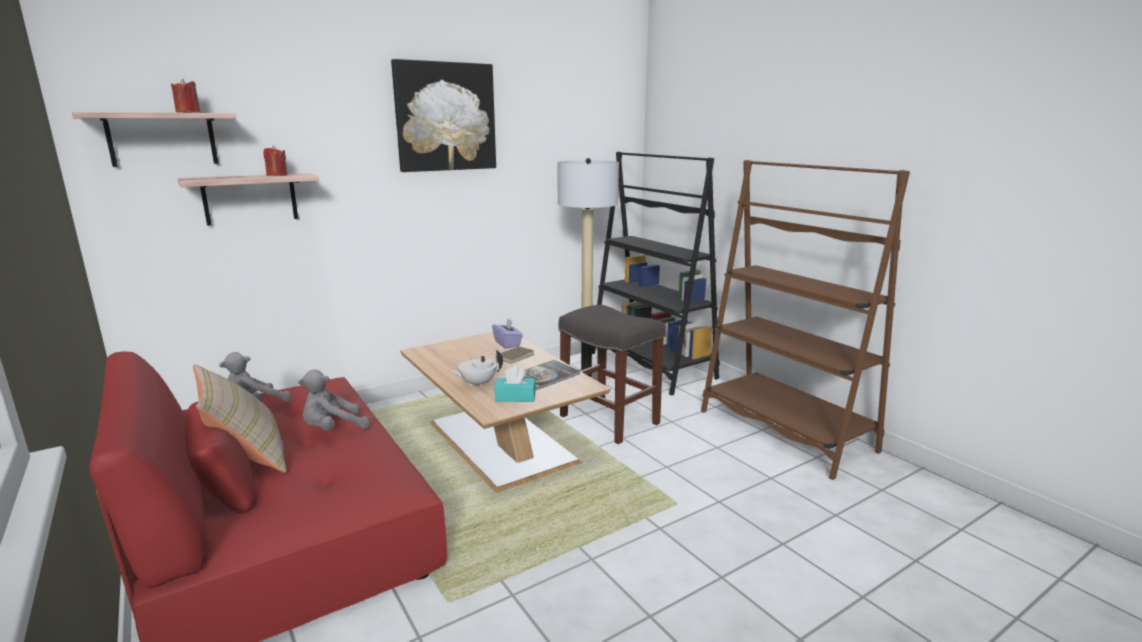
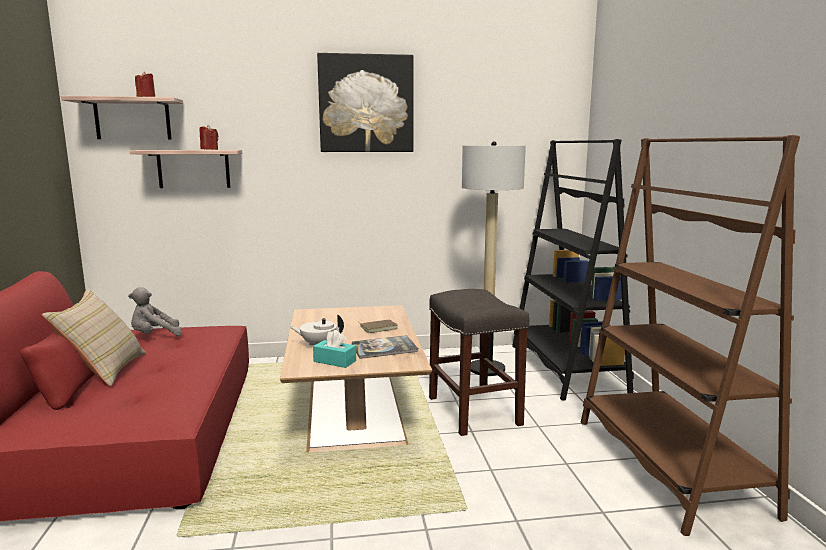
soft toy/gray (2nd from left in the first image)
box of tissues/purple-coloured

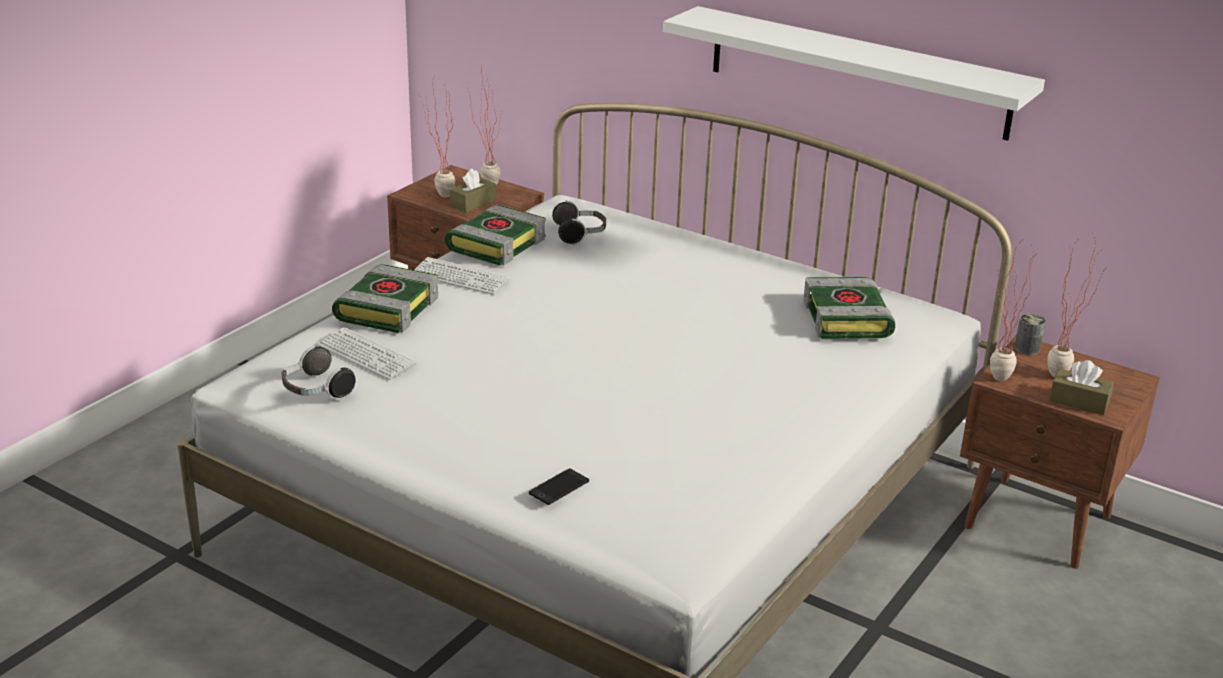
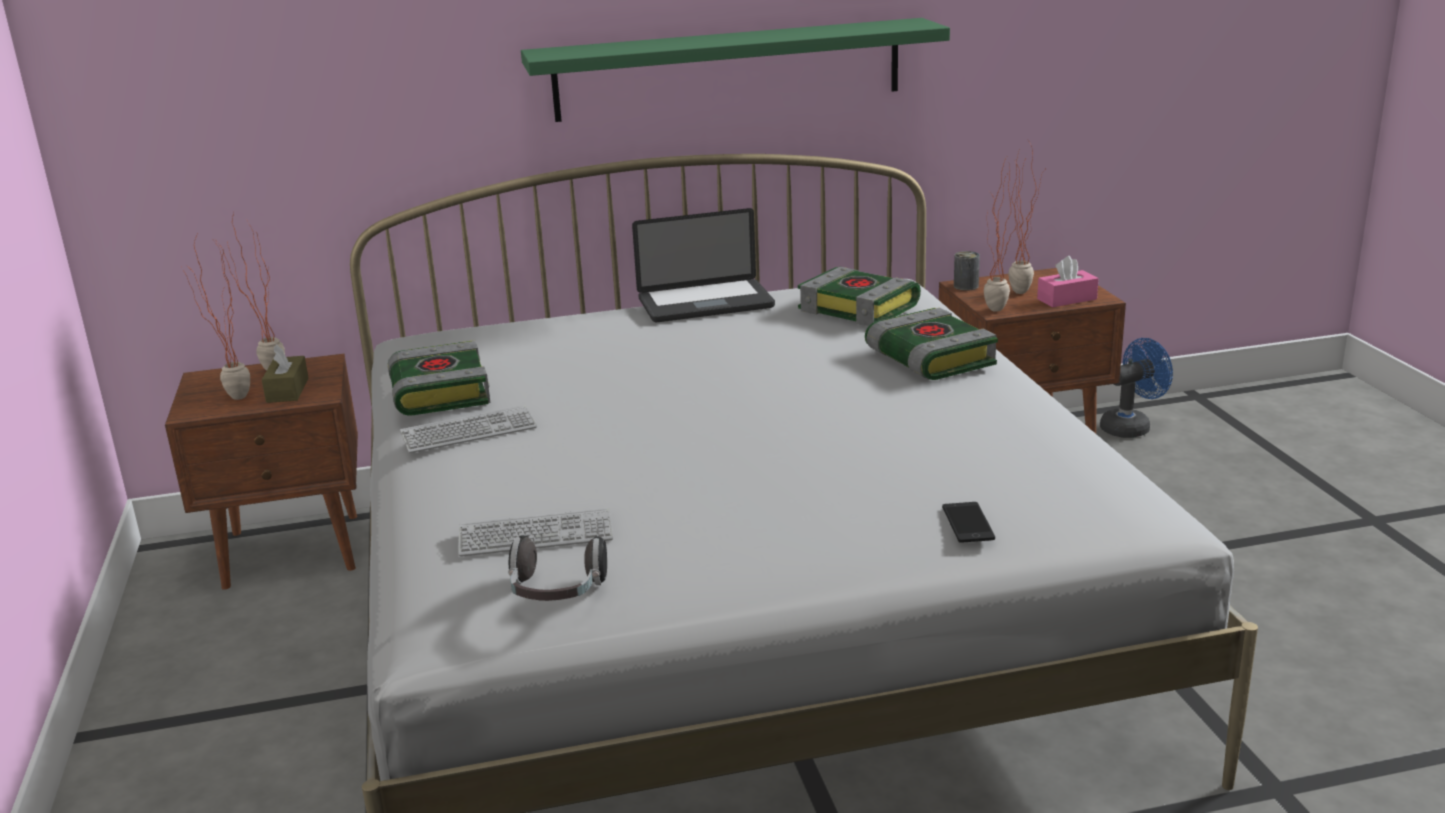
pair of headphones (2nd from left in the first image)
notebook computer
electric fan/blue-coloured
volume (3rd from left)
wall shelf/greenish
box of tissues/pink-coloured

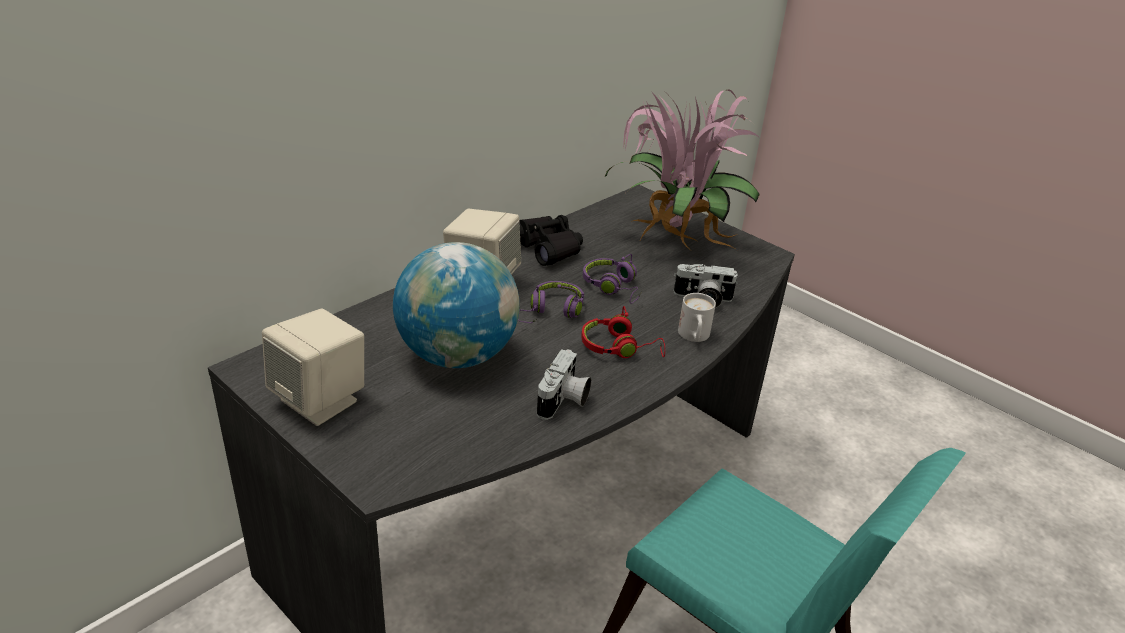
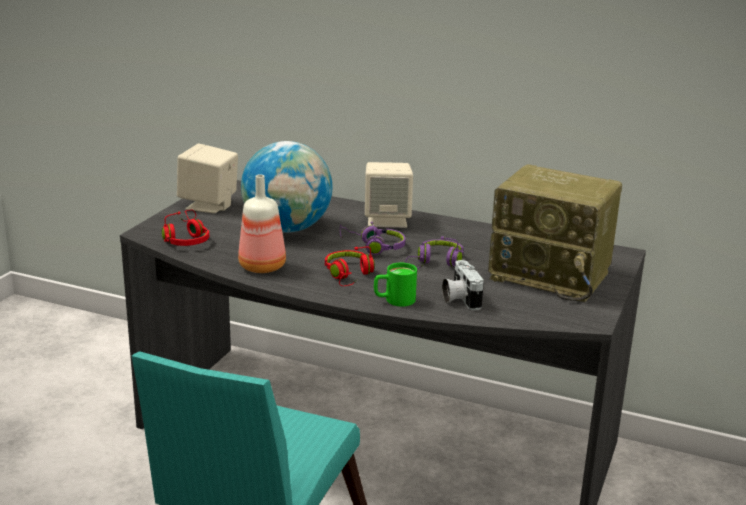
pair of binoculars/black
pair of headphones/reddish (1st from left)
bottle
radio
tea mug/greenish

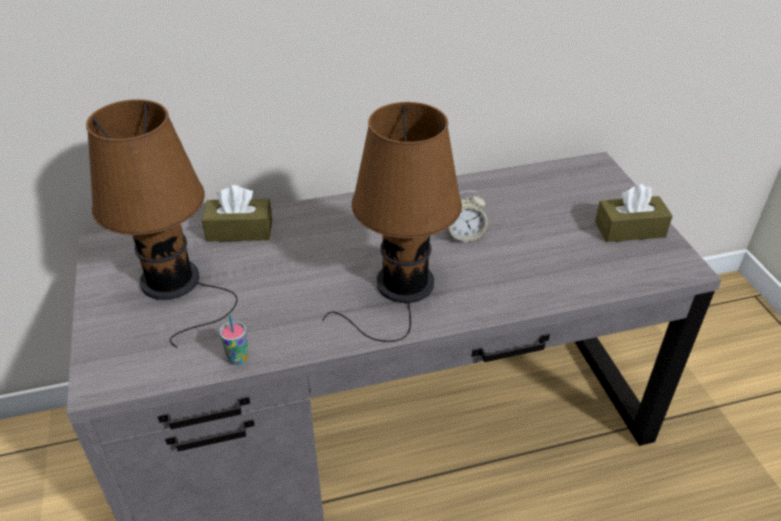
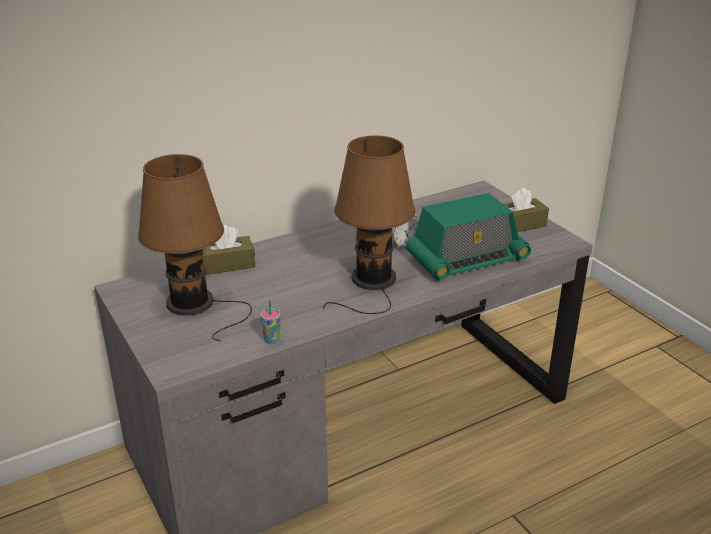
radio

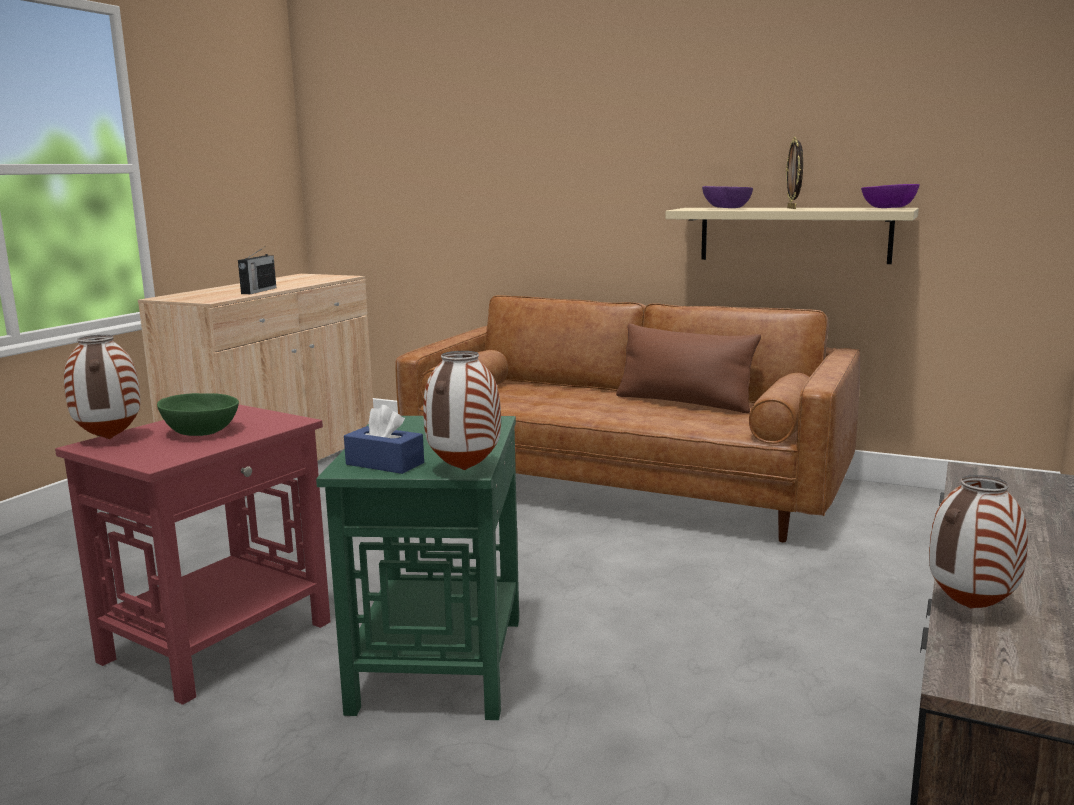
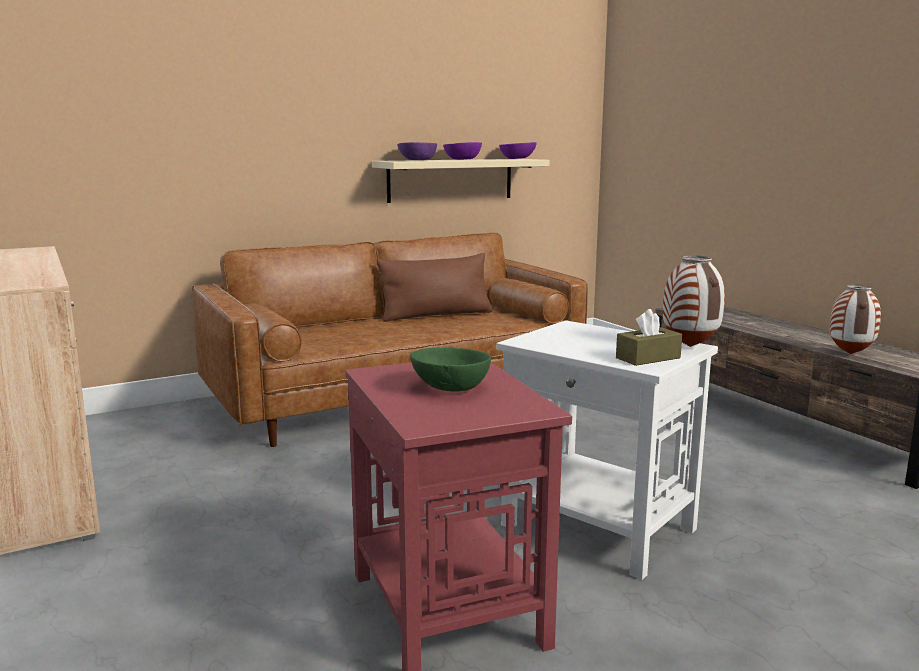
flower vase (1st from left in the first image)
radio
bowl/purple-coloured (2nd from left)
accent table/white-coloured
box of tissues/brown

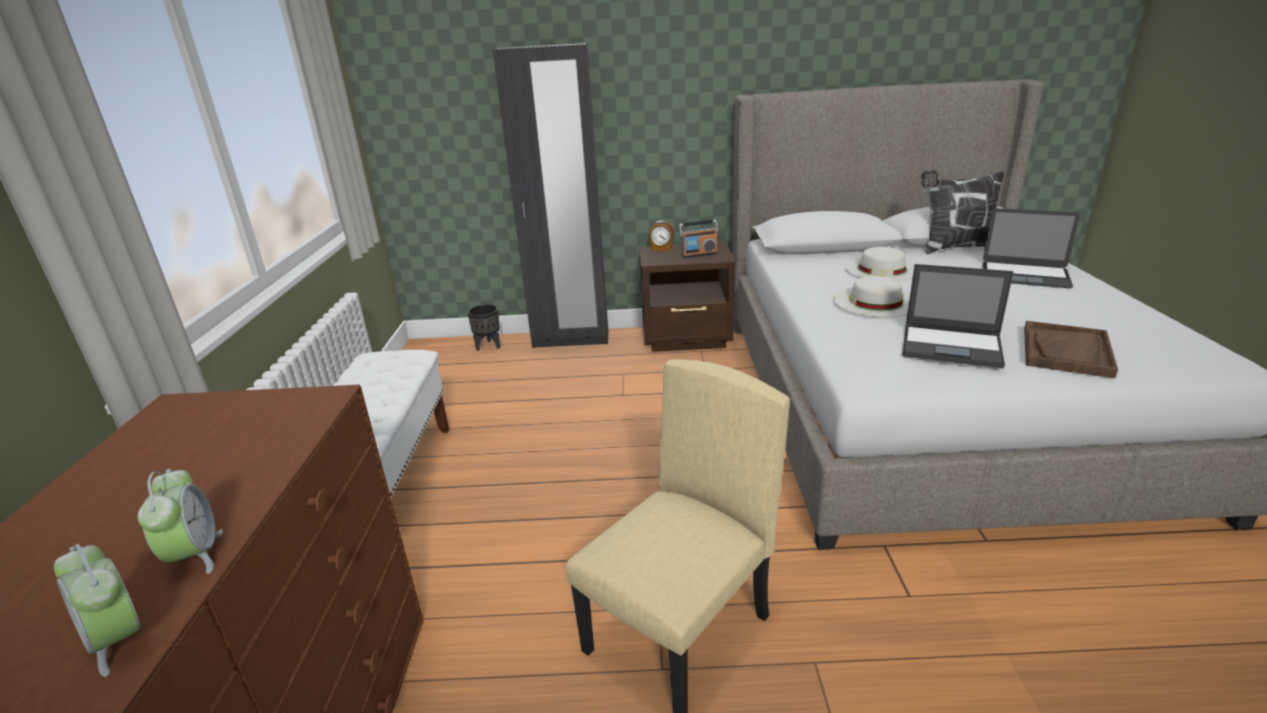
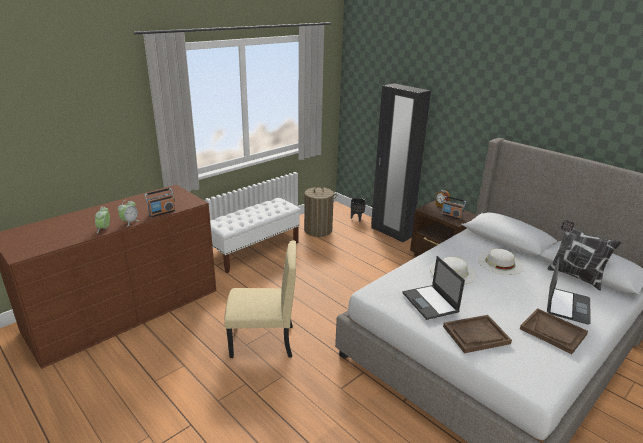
radio (1st from left)
hamper
serving tray/brown (2nd from left)
notebook computer (2nd from left)

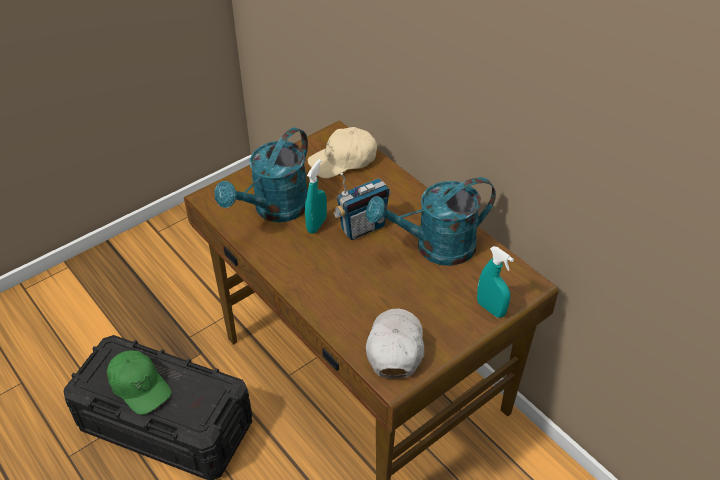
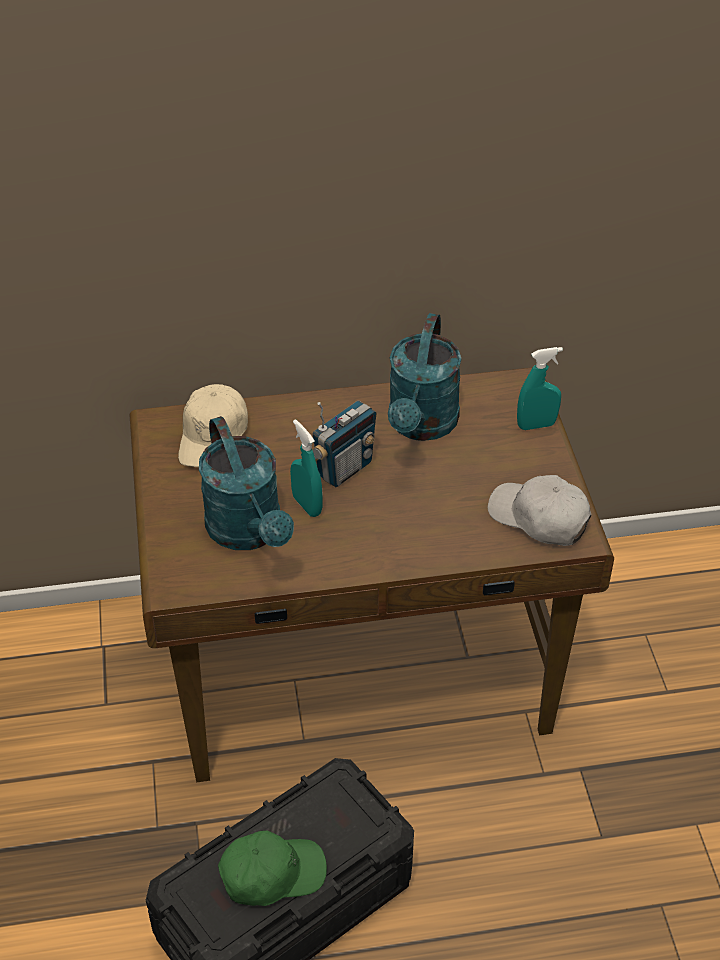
radio

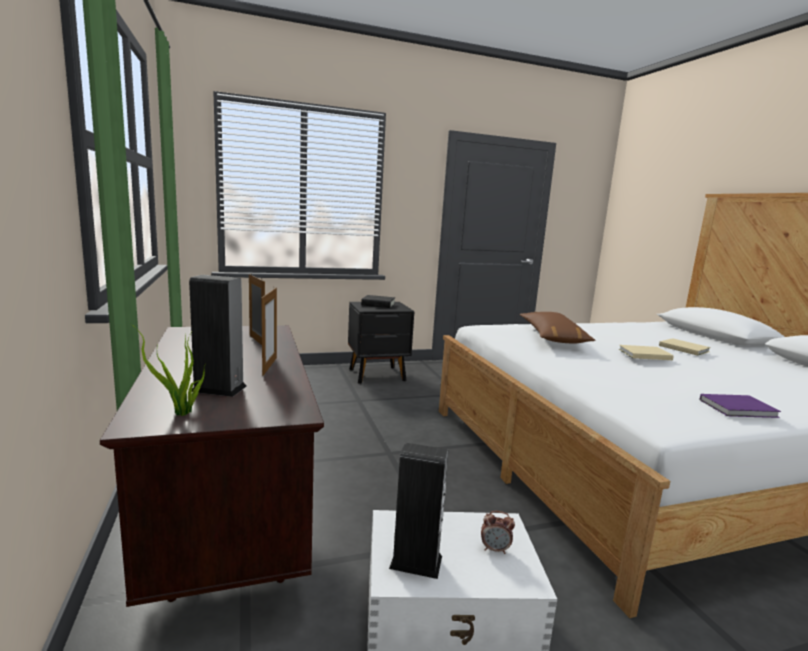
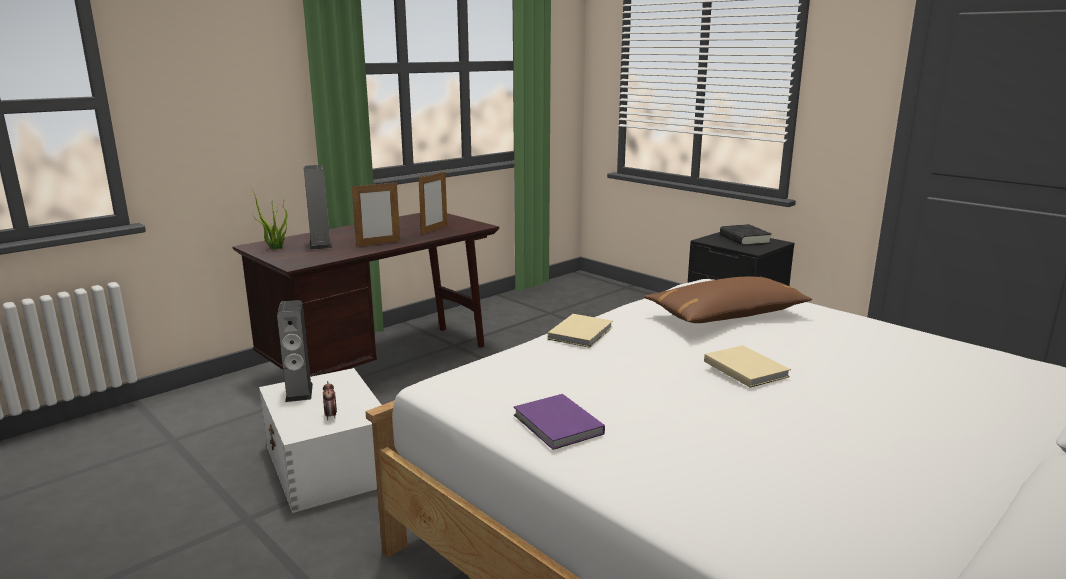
volume/sand-coloured (1st from left)

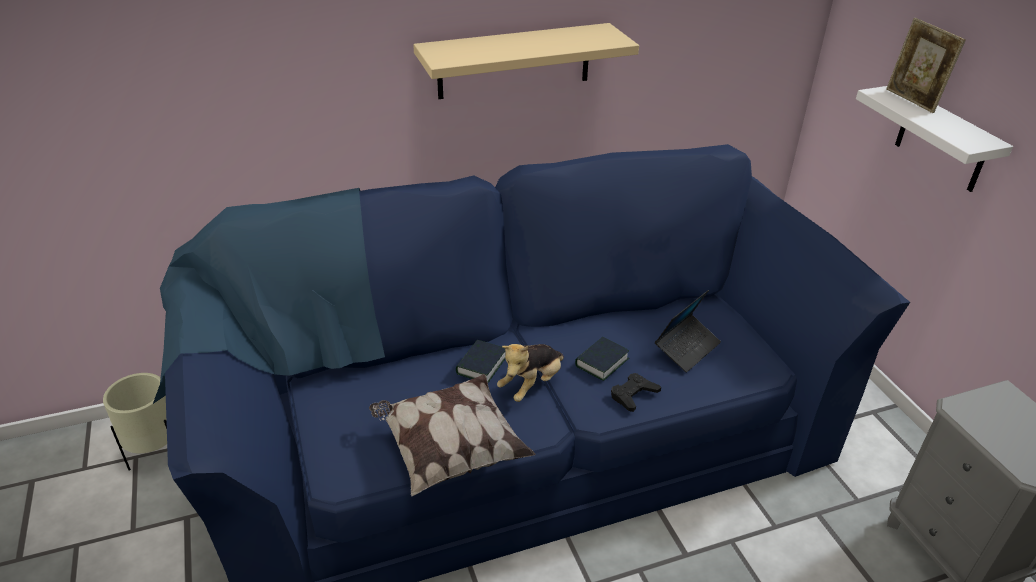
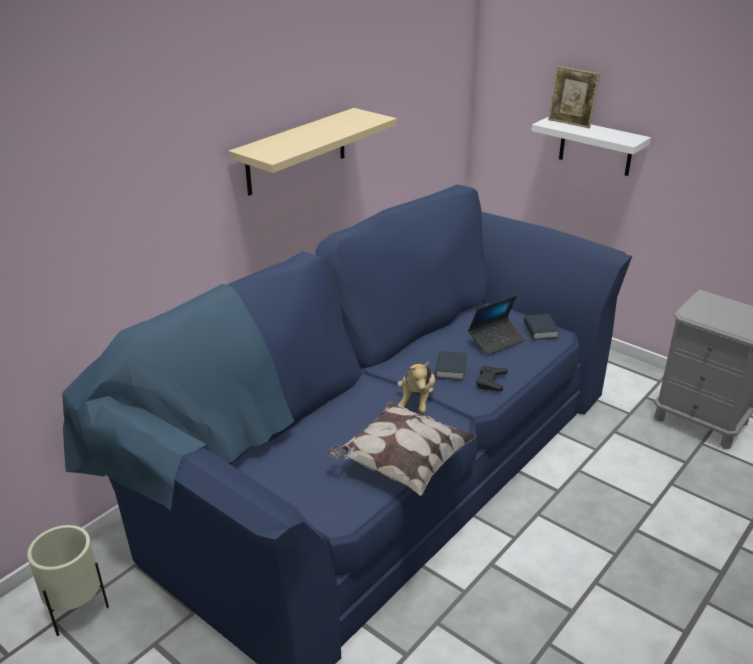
volume (2nd from left)
notebook computer

